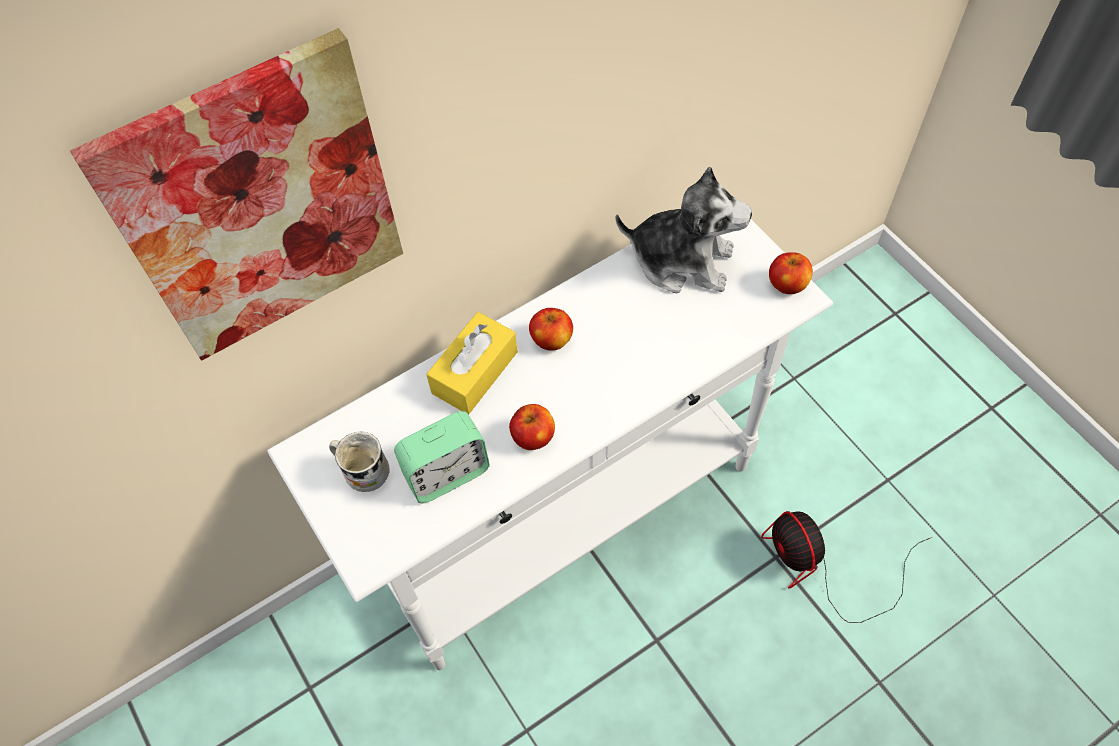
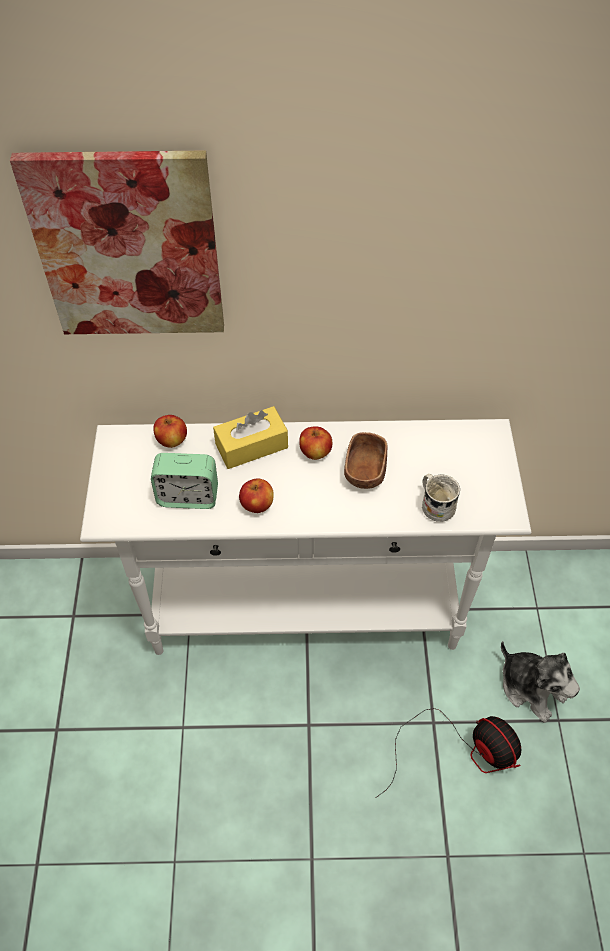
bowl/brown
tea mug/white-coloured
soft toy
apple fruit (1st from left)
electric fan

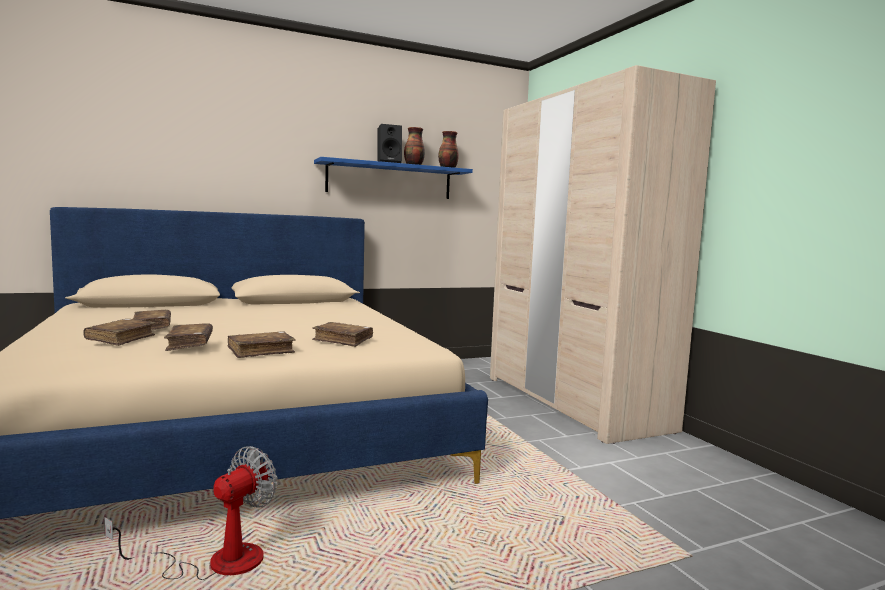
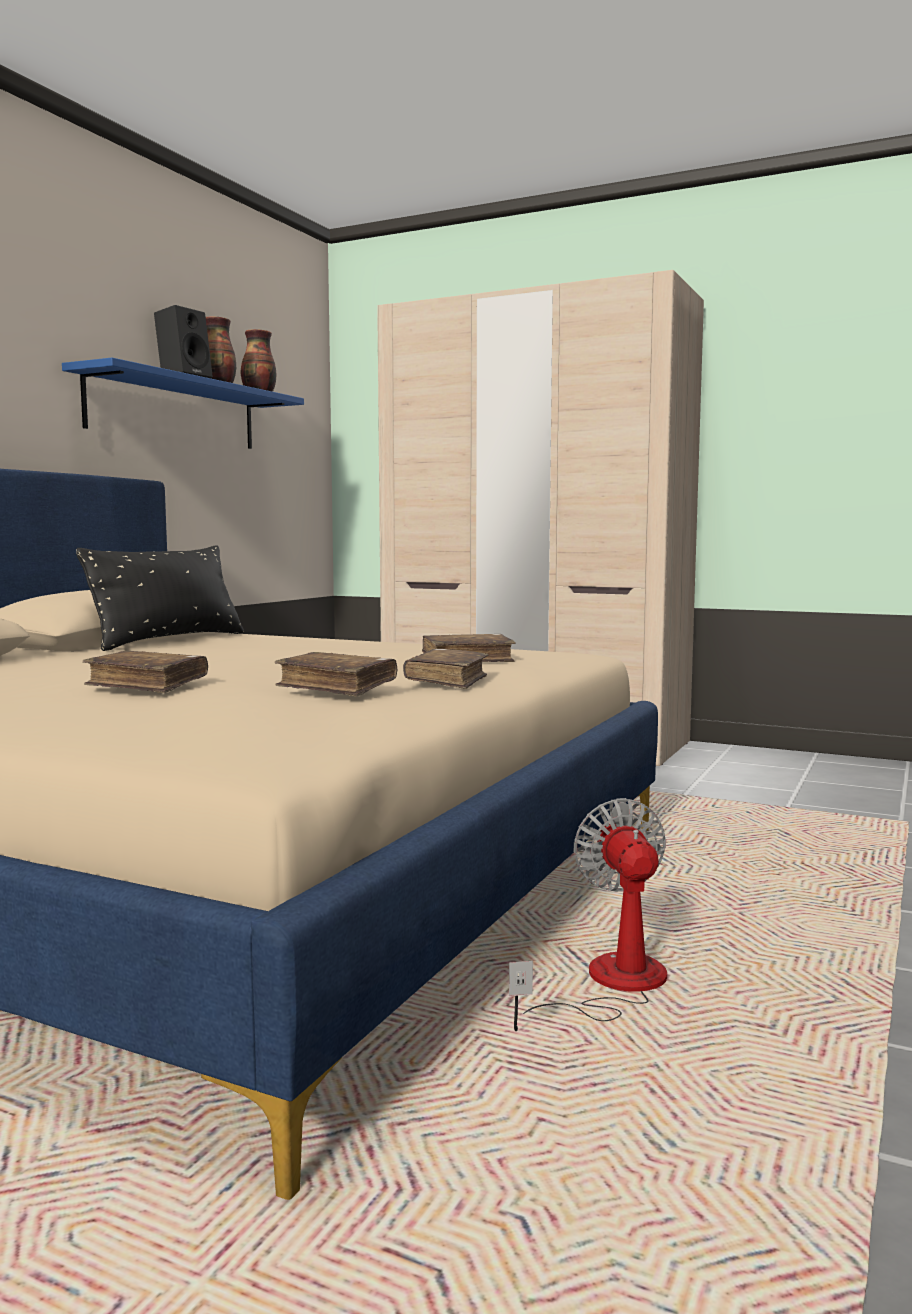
volume/brown (1st from left in the first image)
throw pillow/black

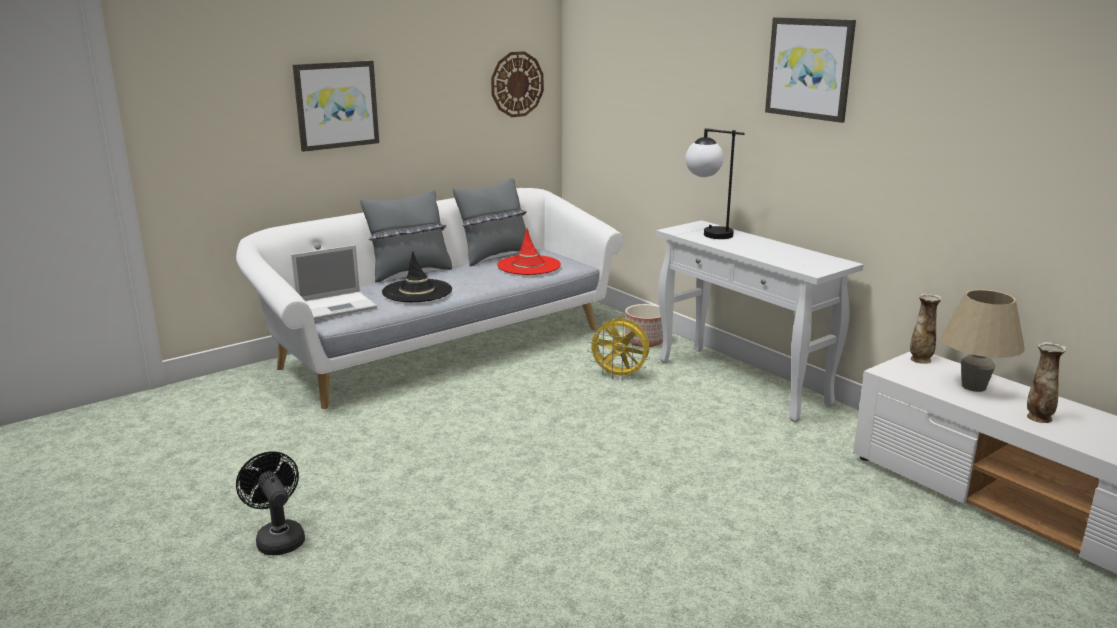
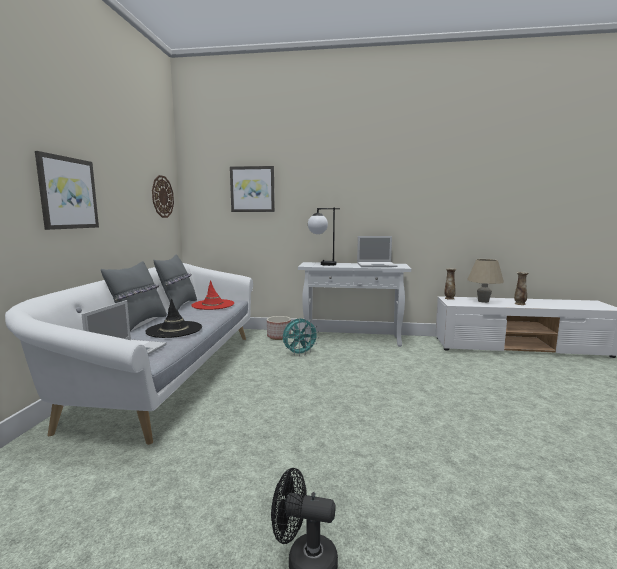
notebook computer (2nd from left)
picture (2nd from left)
electric fan/blue-green

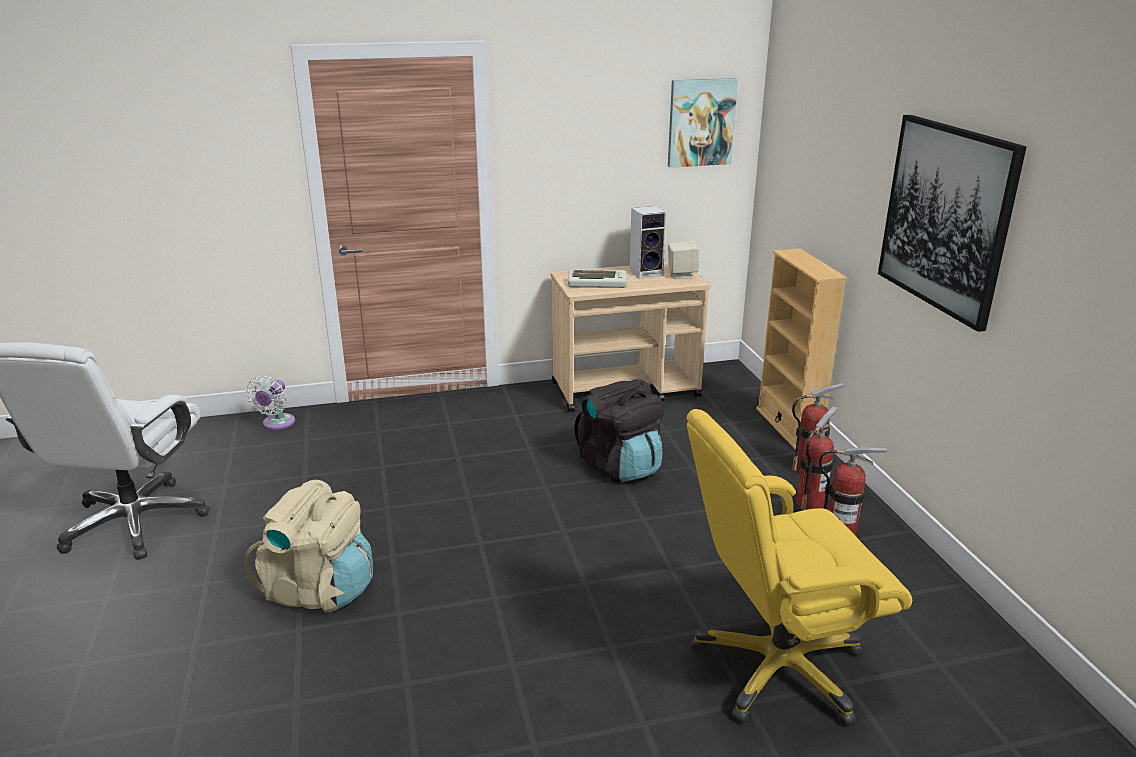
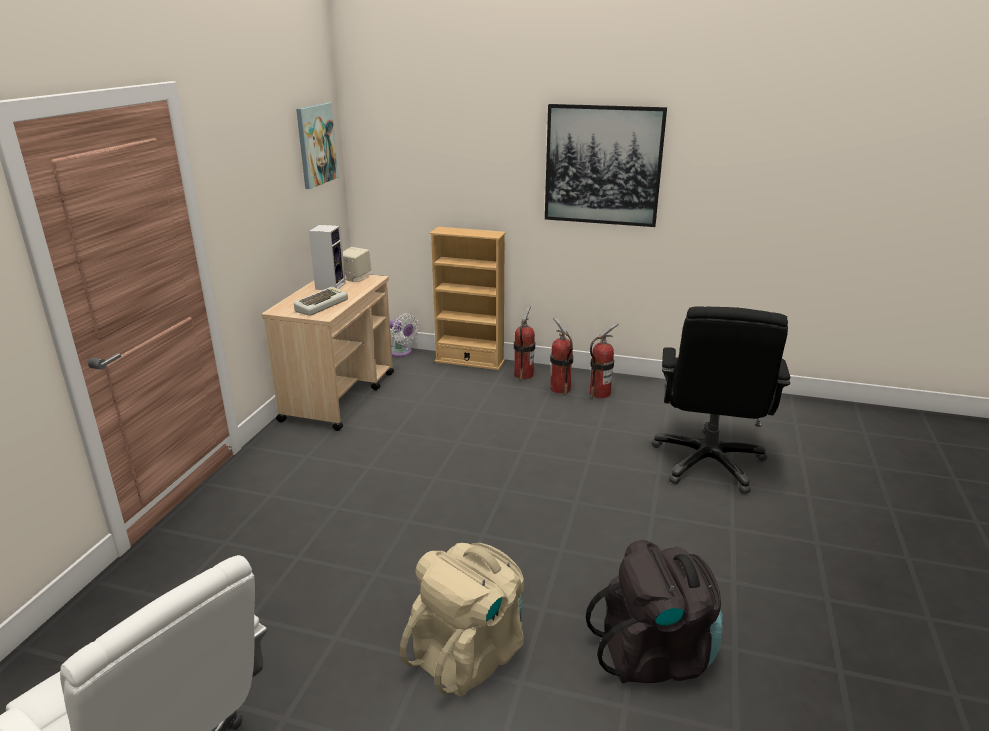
electric fan/white-coloured
rucksack/black
desk chair/black

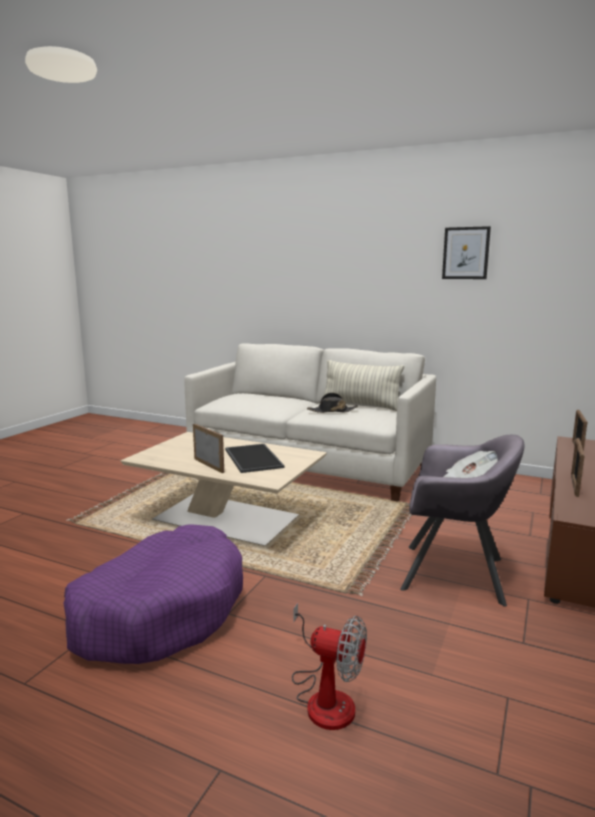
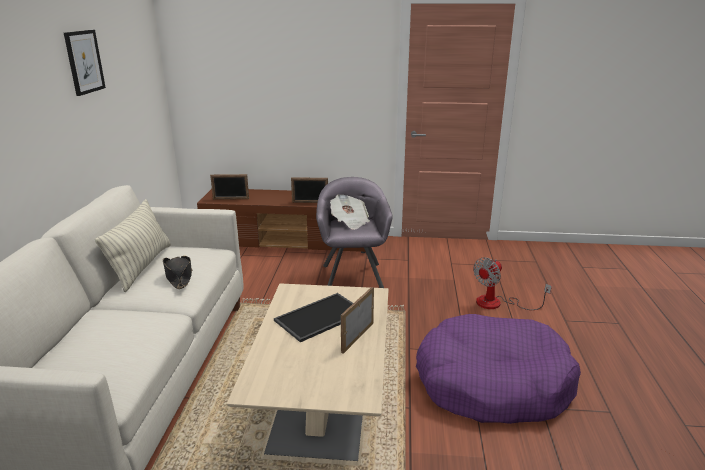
electric fan

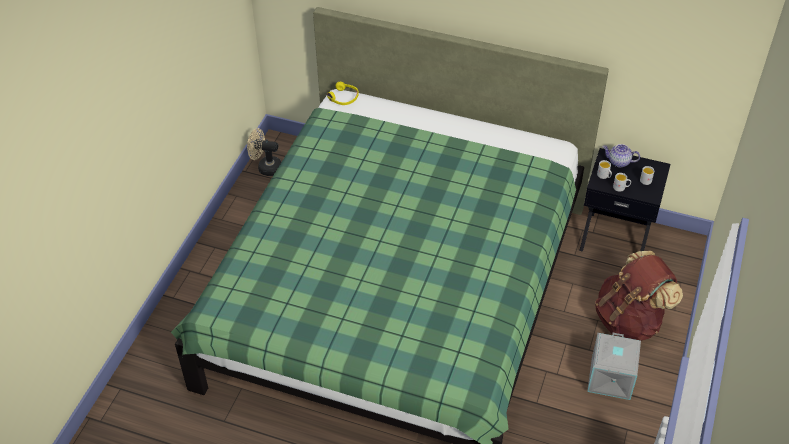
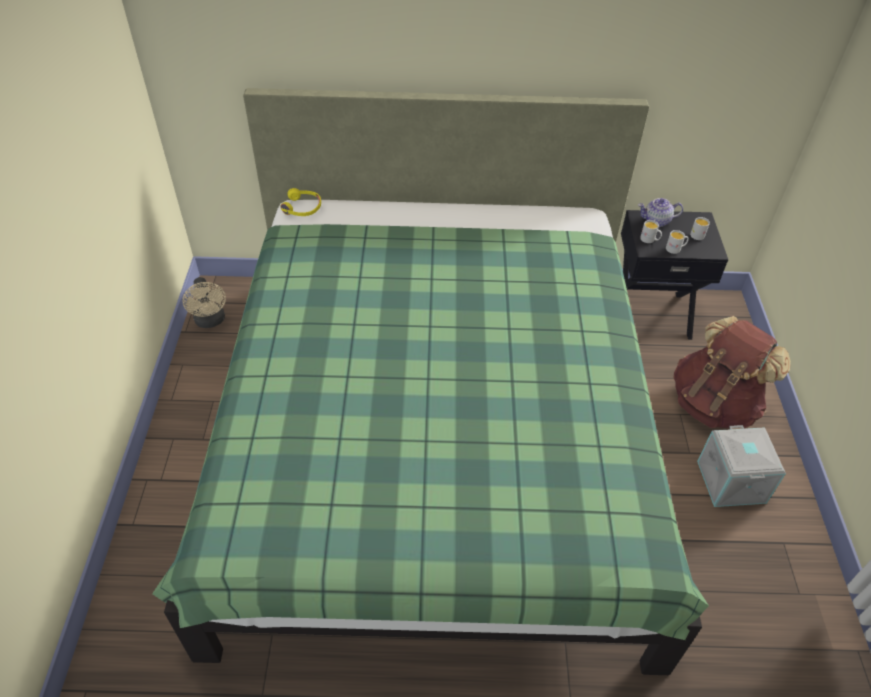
electric fan/sand-coloured

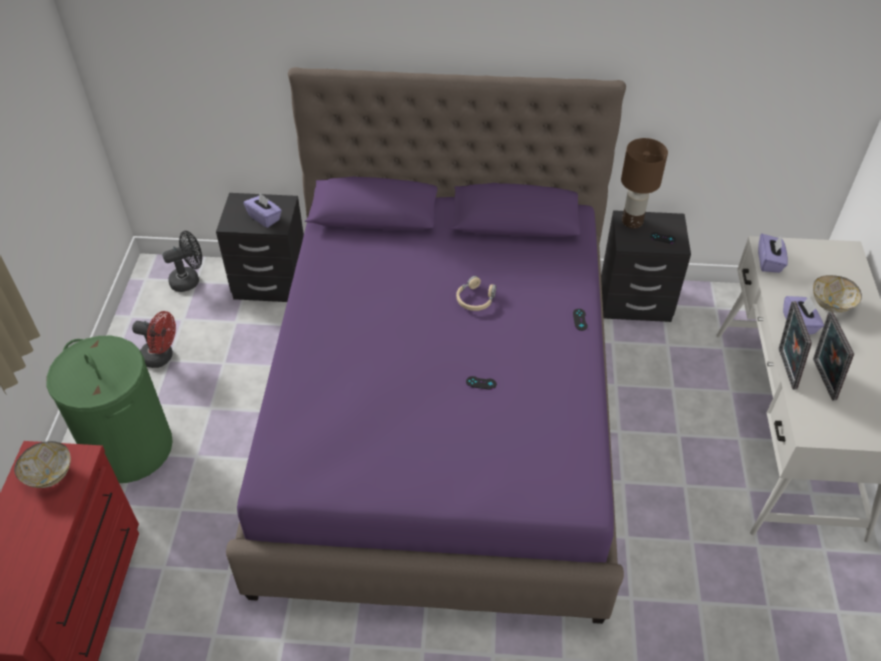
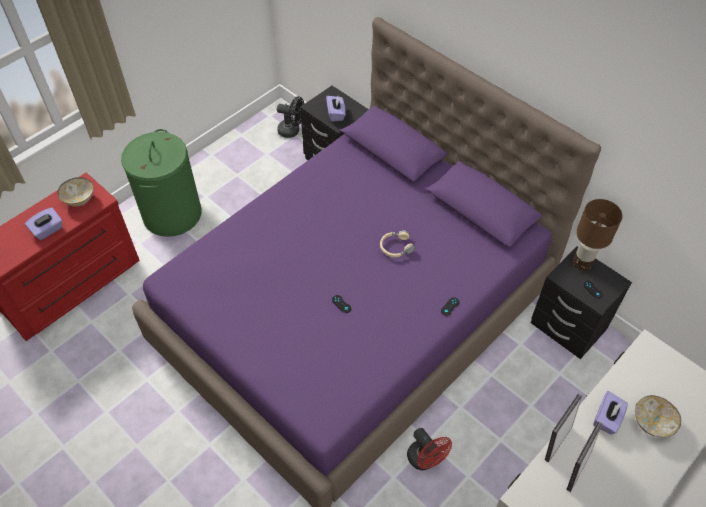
electric fan/reddish
box of tissues/purple-coloured (1st from left)

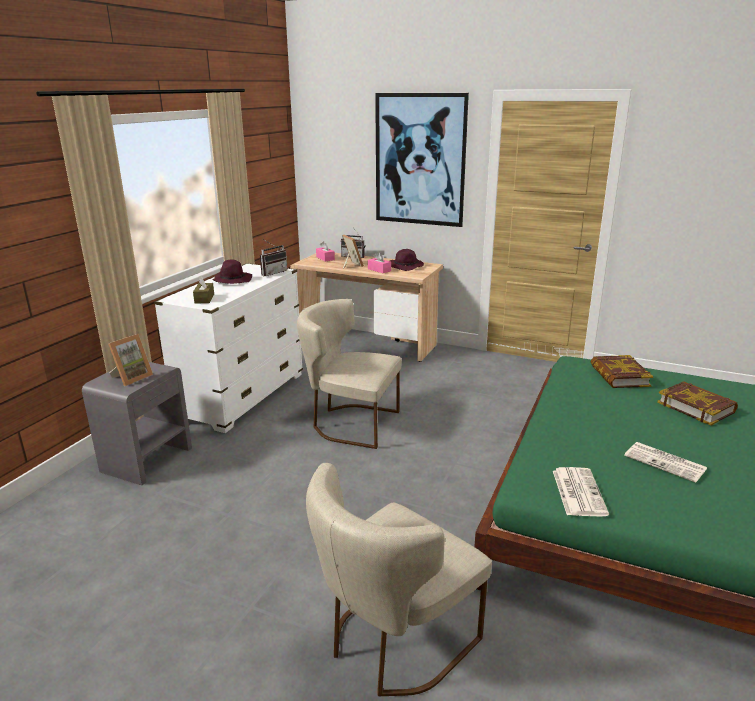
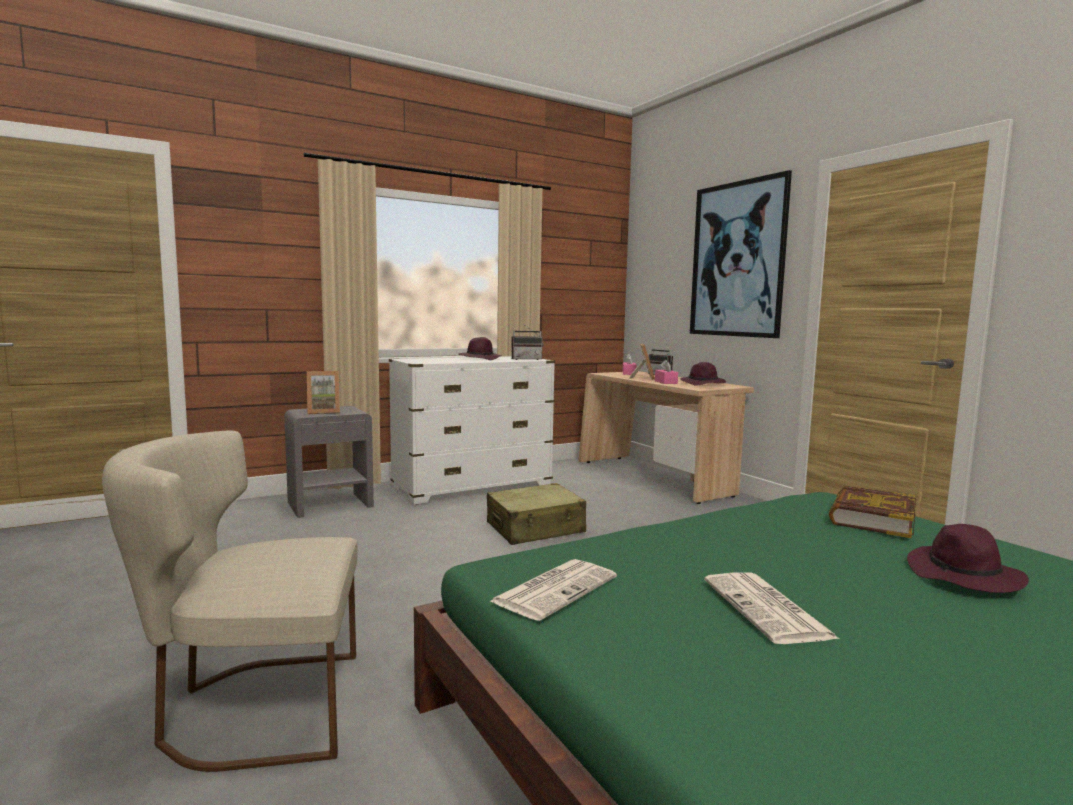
box of tissues/brown
piece of luggage/sand-coloured
clothing hat/purple-coloured (3rd from left)

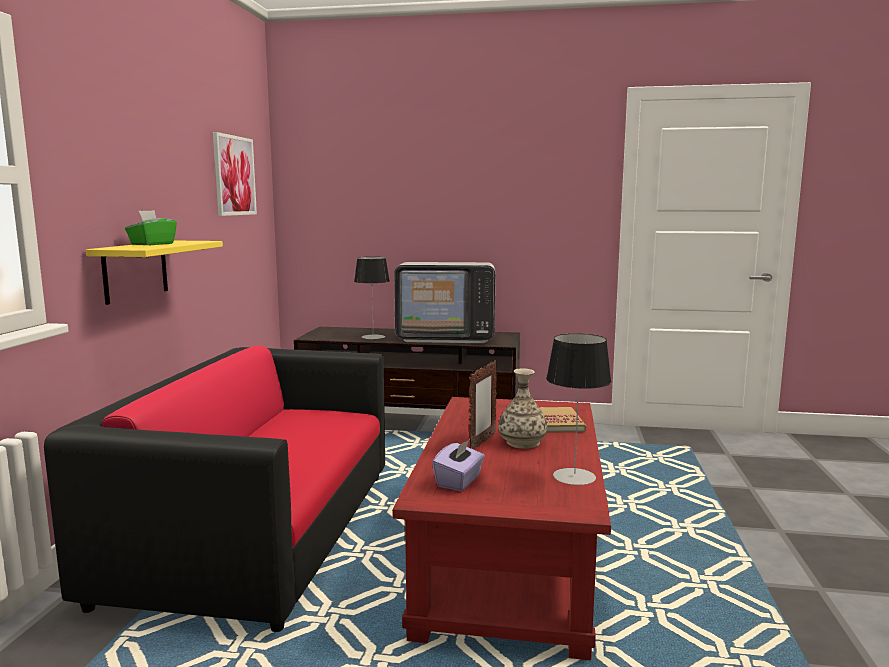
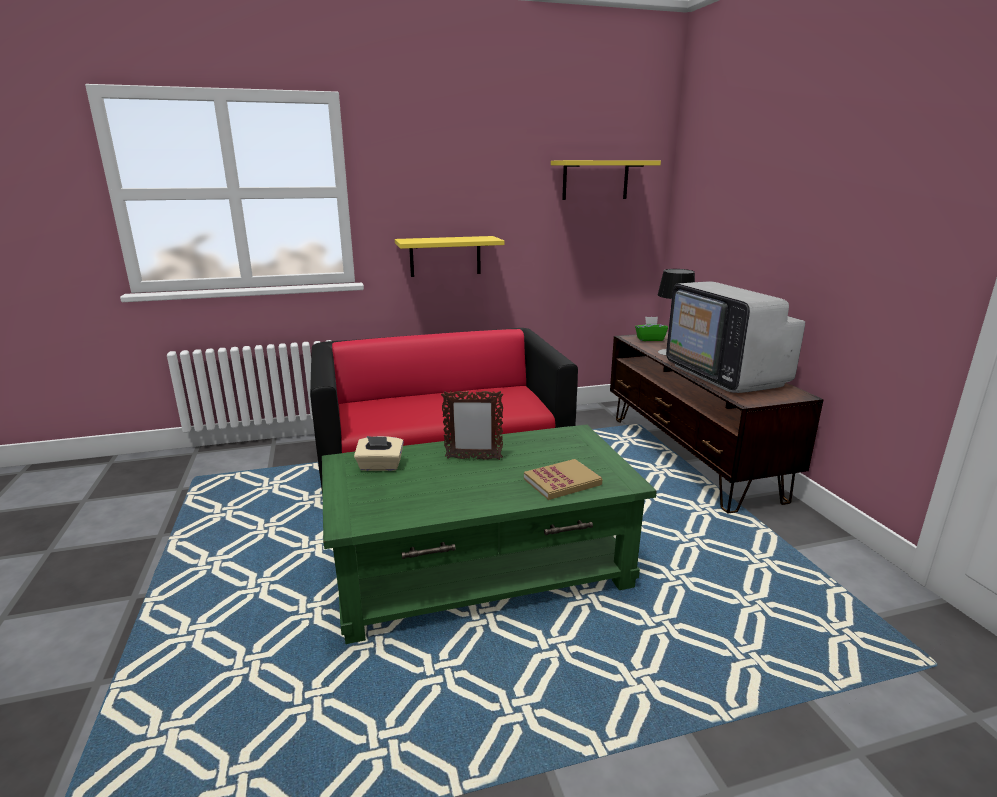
flower vase
tabletop lamp (2nd from left in the first image)
box of tissues/greenish
wall shelf/yellow (2nd from left)
low table/greenish
box of tissues/sand-coloured

